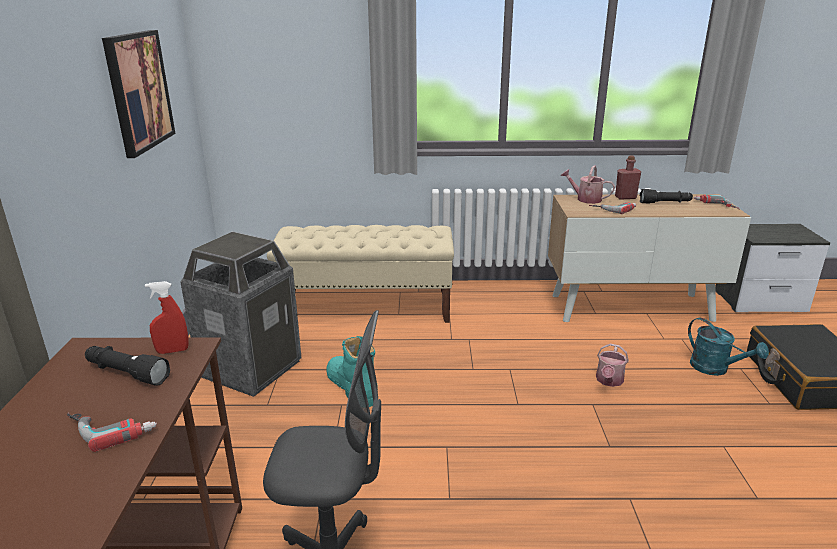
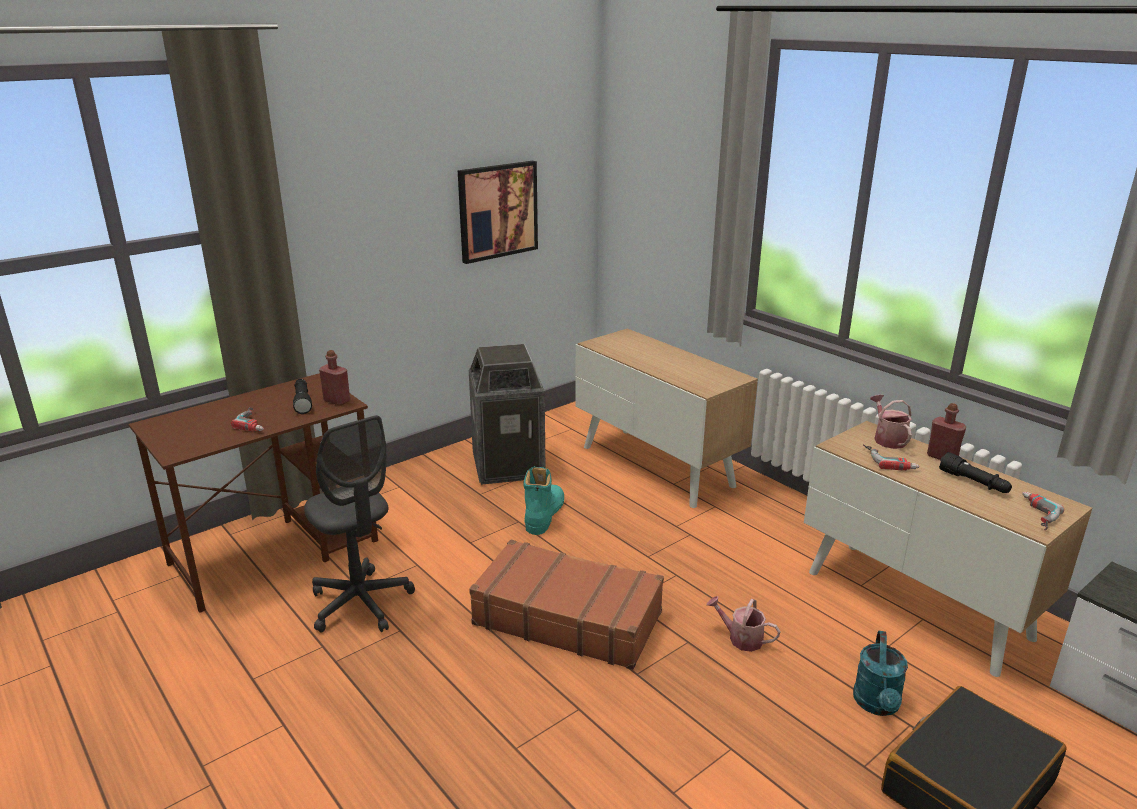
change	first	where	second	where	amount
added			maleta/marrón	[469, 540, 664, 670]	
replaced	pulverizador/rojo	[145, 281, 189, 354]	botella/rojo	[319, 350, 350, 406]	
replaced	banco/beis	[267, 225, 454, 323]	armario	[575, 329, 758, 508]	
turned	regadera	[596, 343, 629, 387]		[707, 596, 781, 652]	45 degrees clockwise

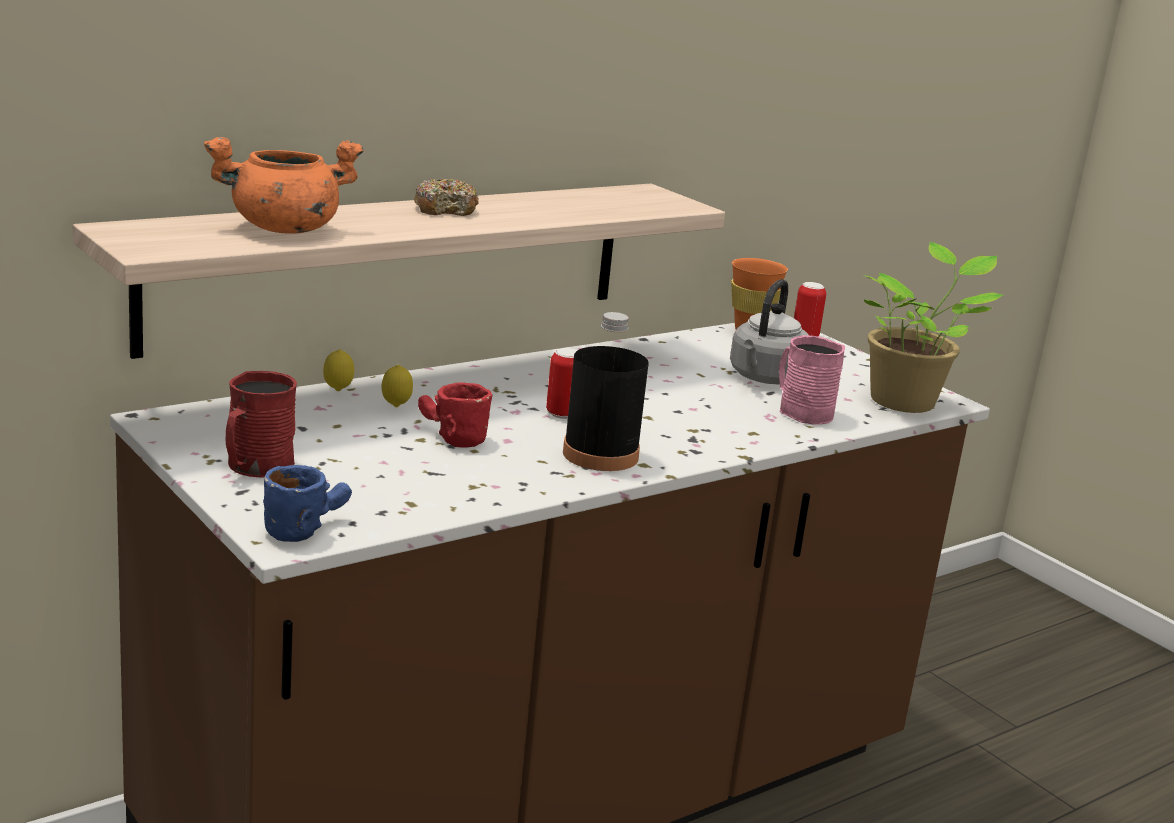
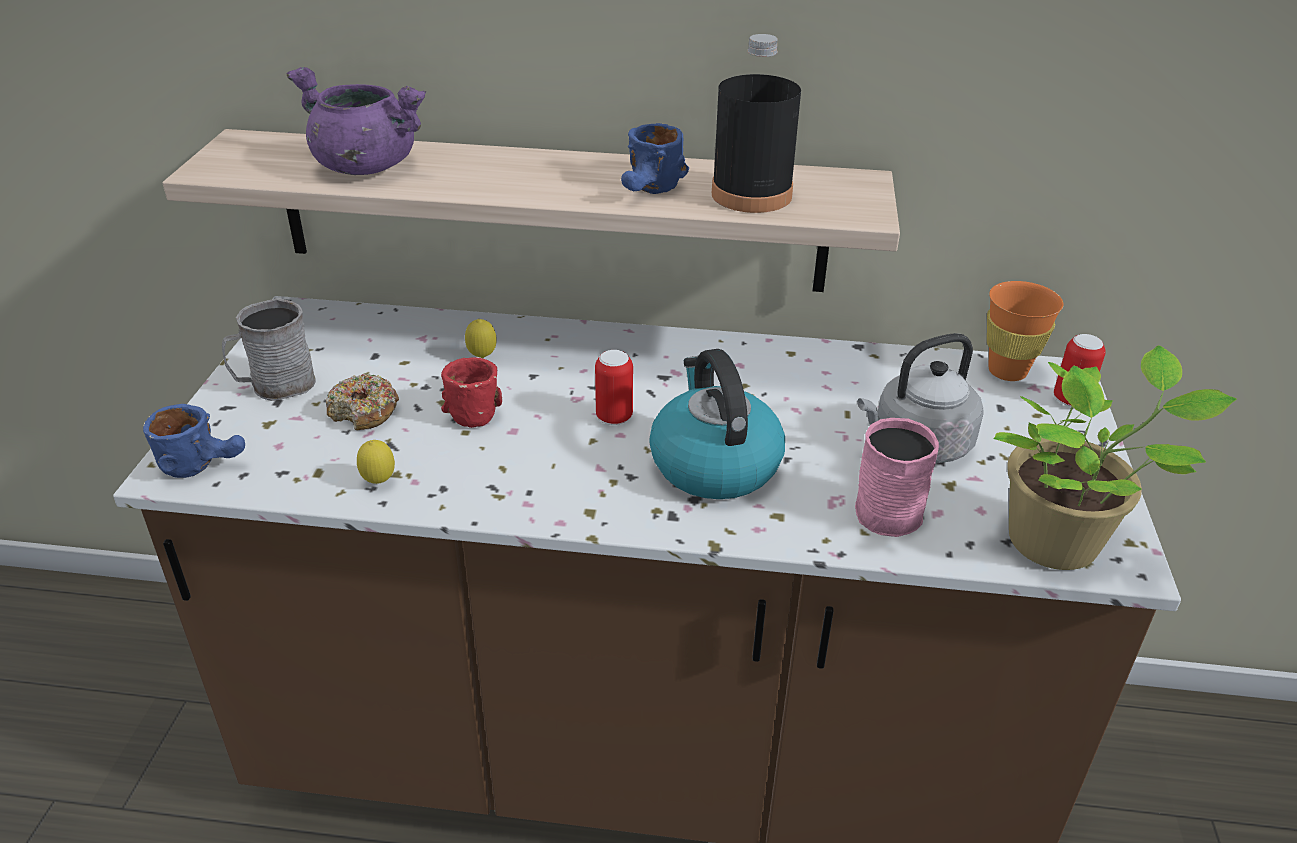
change	first	where	second	where	amount
added			taza grande/azul	[621, 123, 689, 194]	
added			hervidor	[649, 349, 785, 499]	
moved	limón	[323, 349, 354, 391]		[357, 440, 395, 484]	
moved	rosquilla	[414, 178, 479, 216]		[325, 374, 399, 430]	
moved	botella/negro	[563, 312, 649, 471]		[712, 34, 801, 213]	
recoloured	olla/naranja	[204, 137, 364, 233]	olla/morado	[287, 67, 427, 175]	
recoloured	taza grande/rojo	[226, 371, 297, 478]	taza grande/gris	[222, 298, 316, 401]	

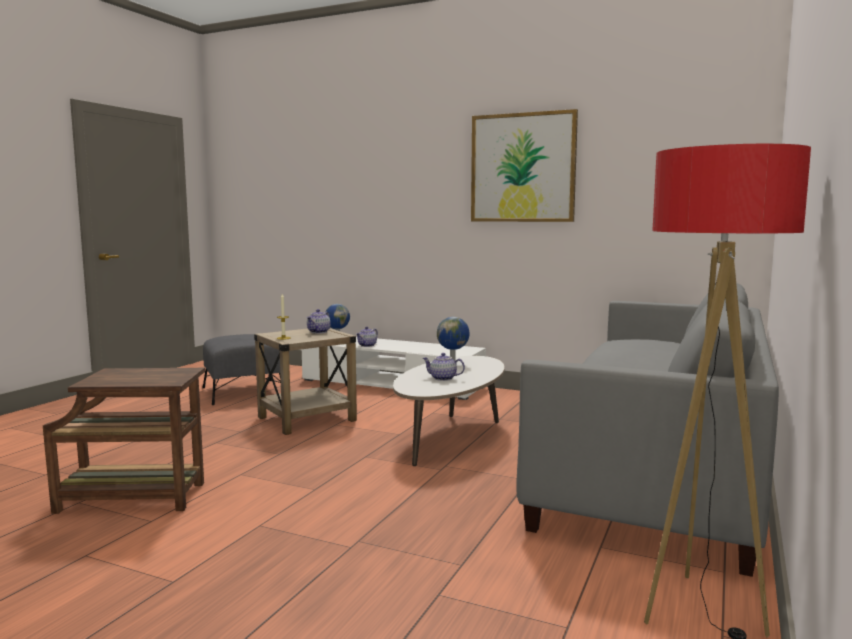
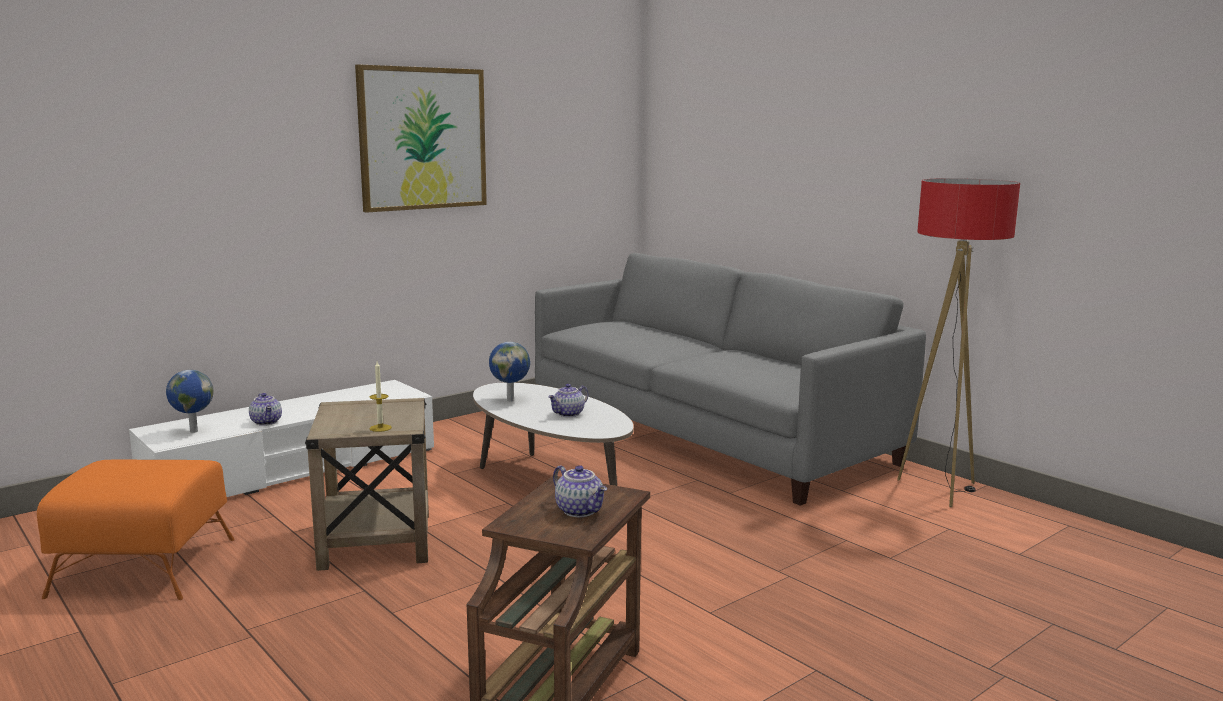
change	first	where	second	where	amount
moved	tetera	[307, 309, 331, 334]		[553, 465, 607, 517]	
recoloured	puf/gris	[202, 334, 281, 405]	puf/naranja	[37, 460, 235, 600]	

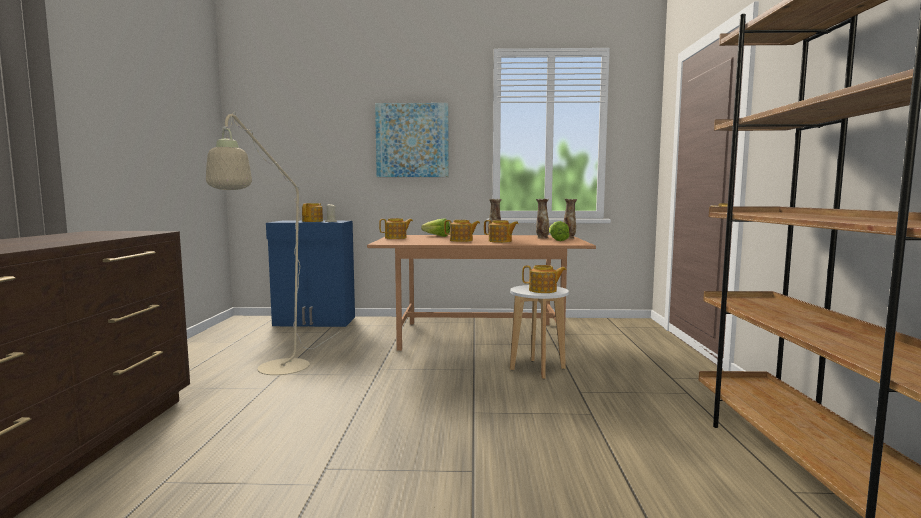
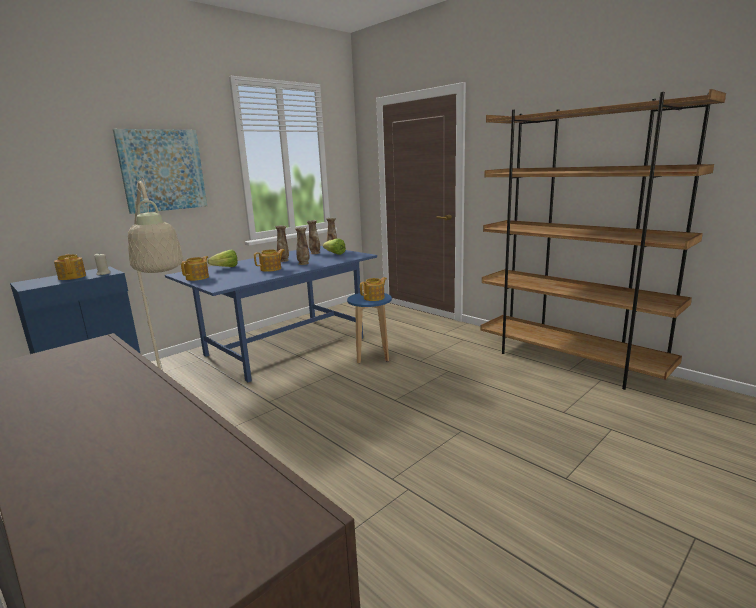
change	first	where	second	where	amount
replaced	tetera	[484, 220, 519, 243]	florero	[295, 227, 309, 265]	
recoloured	mesa de comedor/marrón	[367, 235, 596, 351]	mesa de comedor/azul	[165, 246, 377, 382]	
recoloured	taburete/blanco	[510, 285, 569, 379]	taburete/azul	[347, 293, 392, 364]	

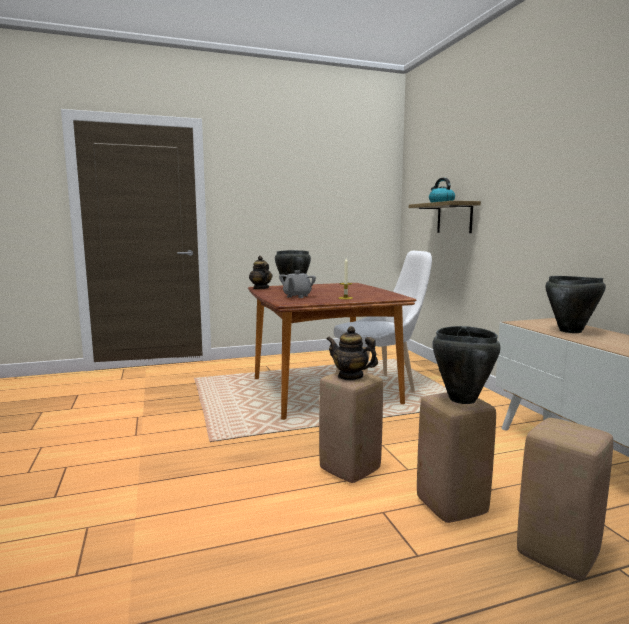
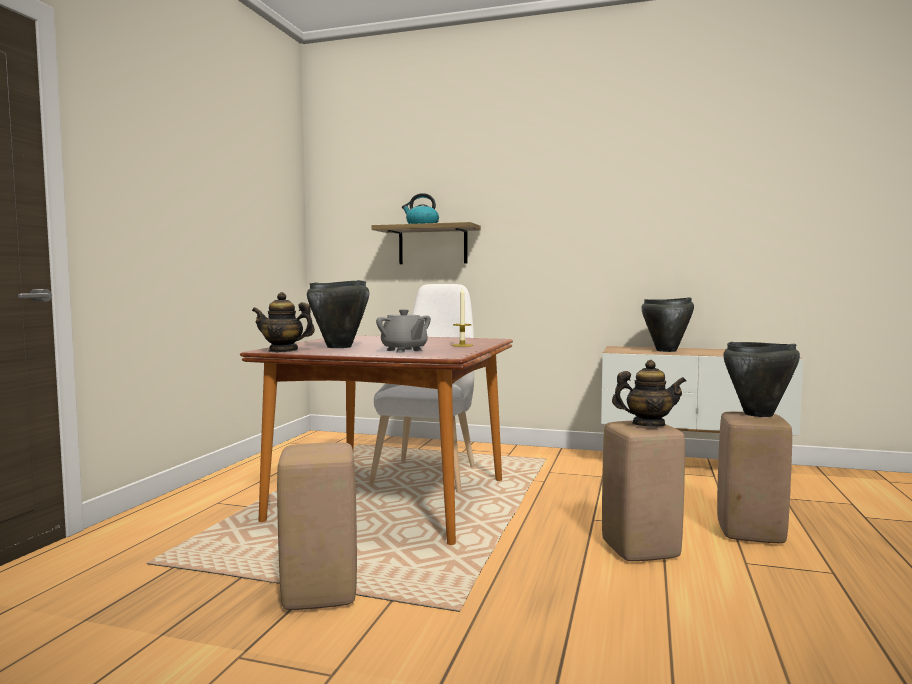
change	first	where	second	where	amount
moved	taburete/beis	[517, 418, 613, 581]		[277, 442, 357, 610]	
turned	tetera	[327, 326, 378, 380]		[612, 360, 686, 427]	150 degrees counterclockwise

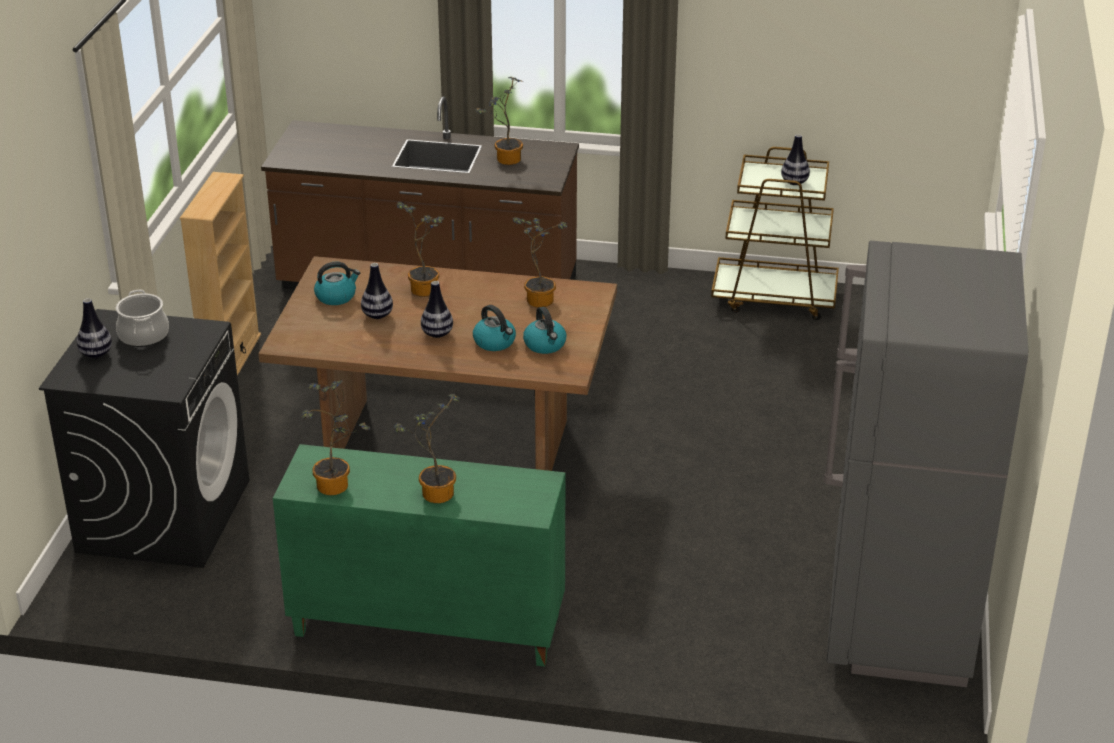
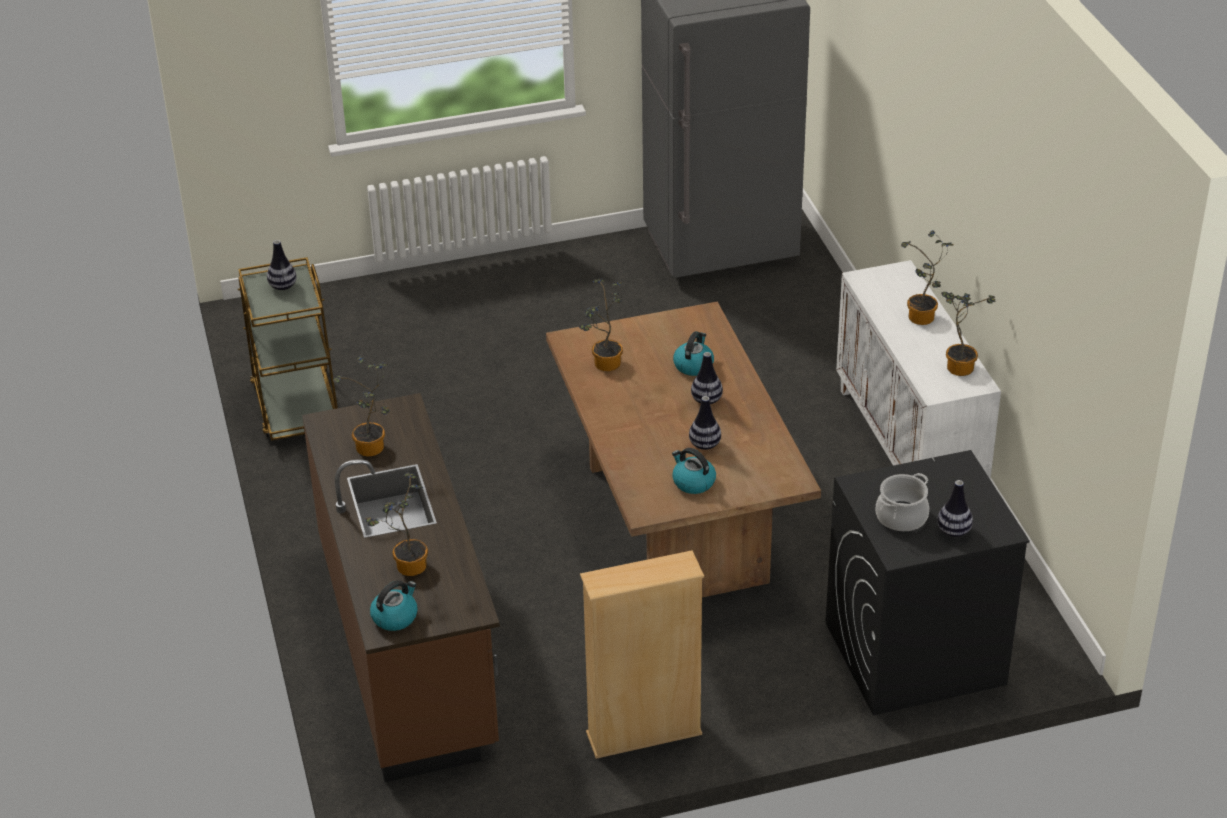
change	first	where	second	where	amount
moved	planta en maceta	[397, 202, 444, 297]		[365, 473, 428, 576]	
moved	hervidor	[523, 307, 566, 354]		[370, 580, 418, 631]	
recoloured	armario/verde	[273, 444, 565, 667]	armario/blanco	[836, 260, 1001, 479]	

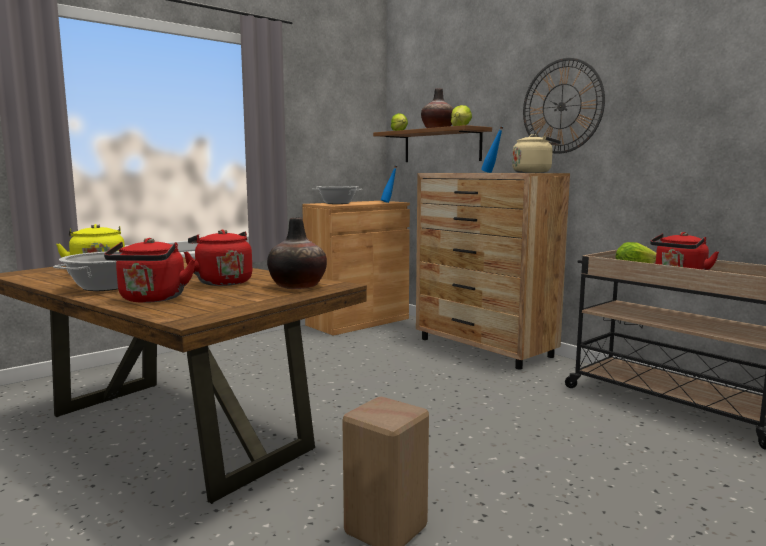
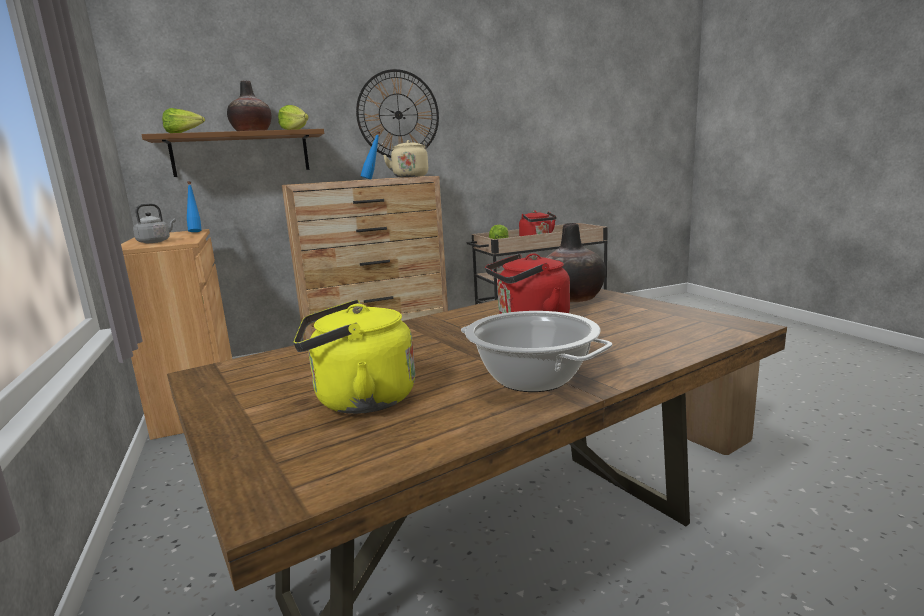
change	first	where	second	where	amount
removed	hervidor/rojo	[104, 238, 196, 303]			
replaced	olla	[312, 186, 363, 204]	hervidor/gris	[133, 204, 176, 243]	

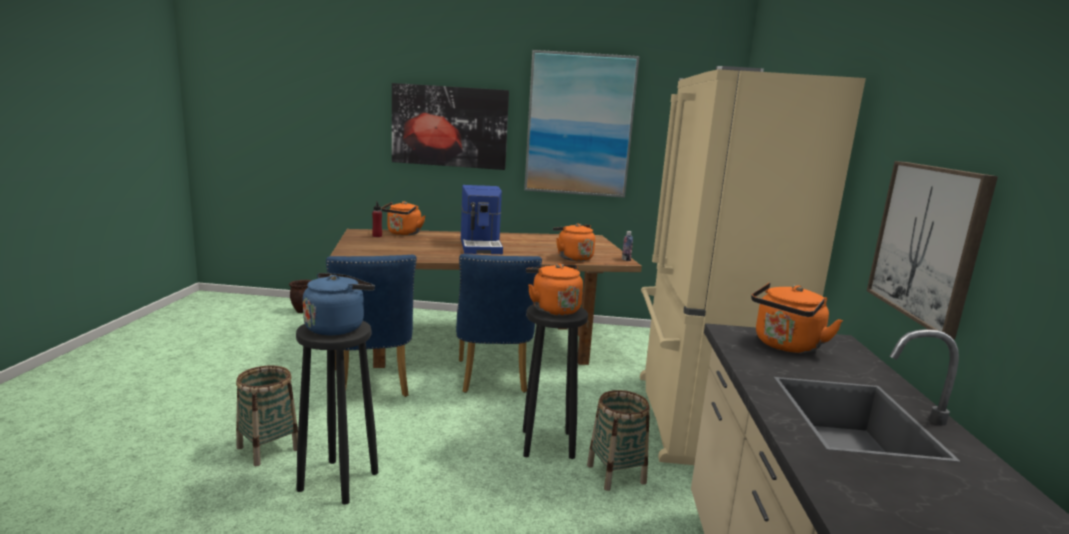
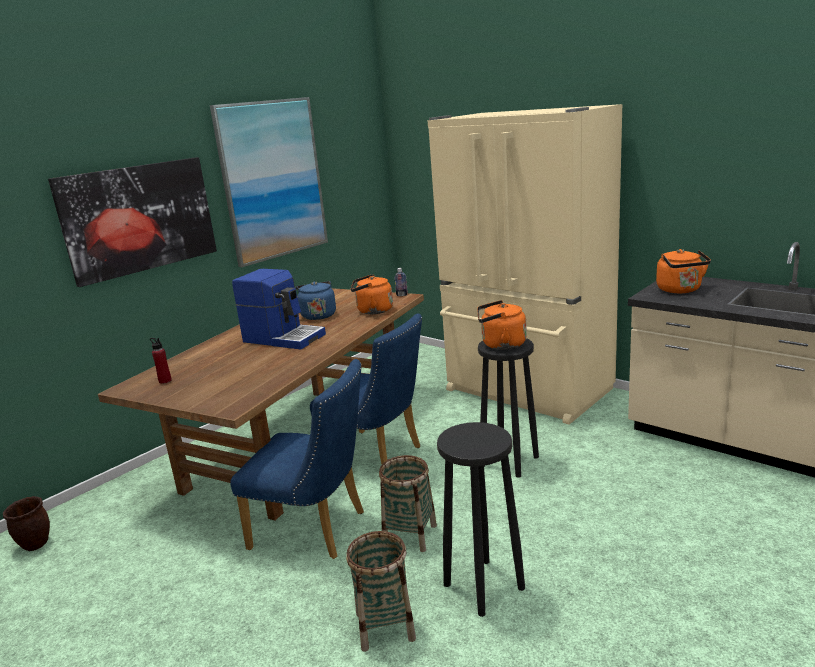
change	first	where	second	where	amount
removed	hervidor/naranja	[381, 201, 425, 235]			
removed	cuadro	[867, 161, 998, 339]			
moved	hervidor/azul	[303, 273, 375, 335]		[296, 281, 336, 320]	
moved	cesta	[587, 390, 650, 491]		[379, 455, 437, 552]	

